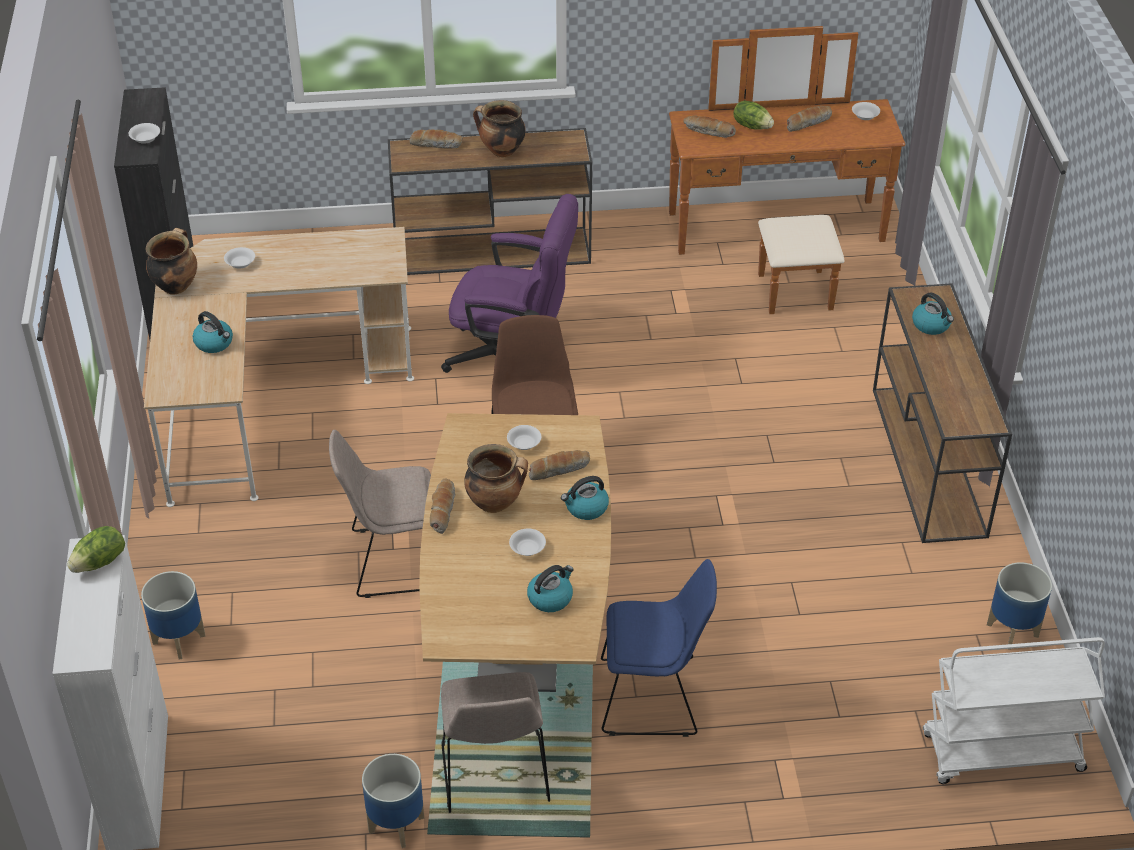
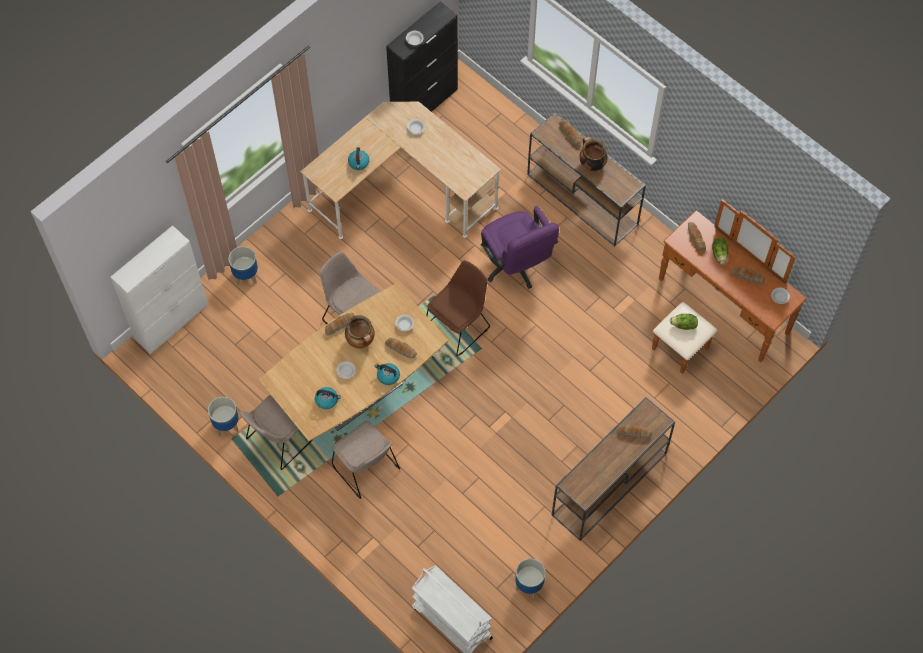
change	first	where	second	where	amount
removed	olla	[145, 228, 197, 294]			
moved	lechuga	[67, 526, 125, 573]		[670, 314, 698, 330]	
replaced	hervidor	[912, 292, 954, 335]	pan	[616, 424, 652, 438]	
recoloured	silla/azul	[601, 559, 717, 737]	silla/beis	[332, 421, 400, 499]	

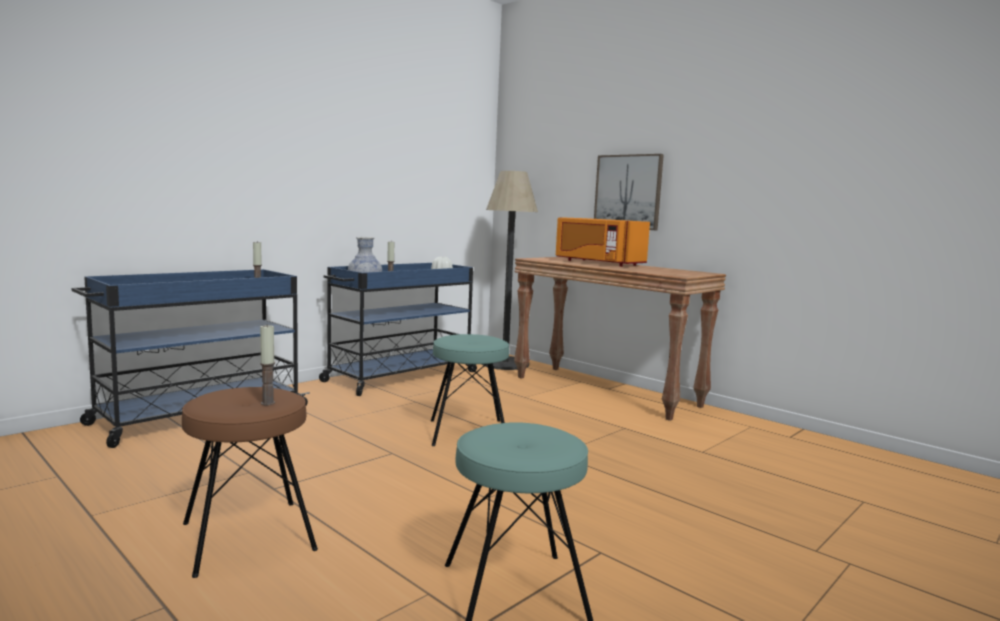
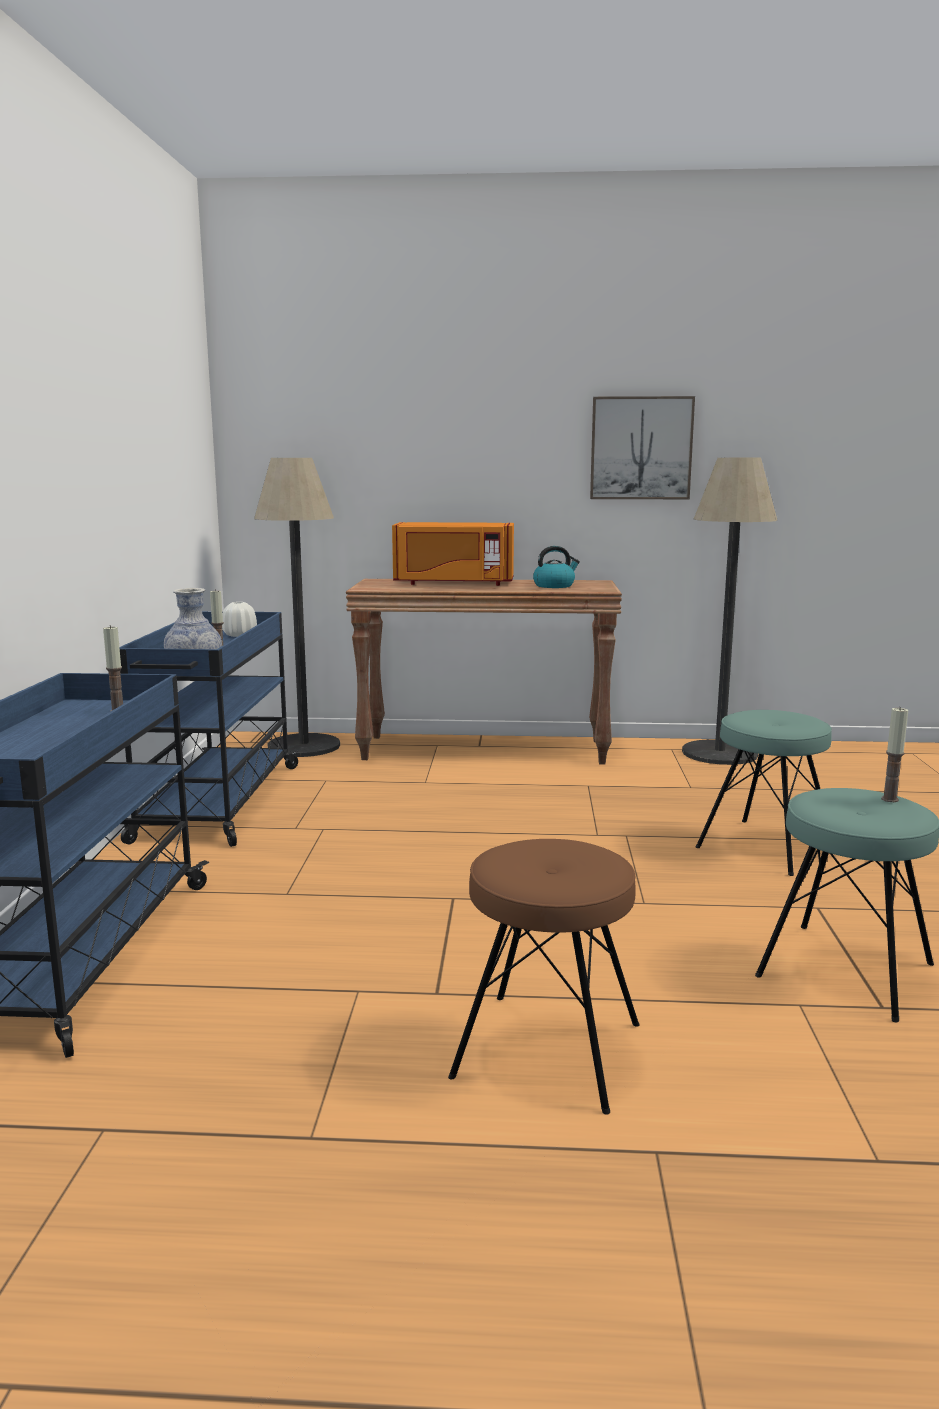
change	first	where	second	where	amount
added			hervidor	[533, 546, 580, 588]	
added			lámpara de pie	[682, 458, 777, 765]	
moved	vela	[260, 324, 275, 405]		[881, 707, 908, 802]	
moved	taburete/turquesa	[431, 334, 509, 446]		[696, 710, 832, 876]	
moved	cuadro	[594, 154, 664, 230]		[590, 396, 695, 499]	

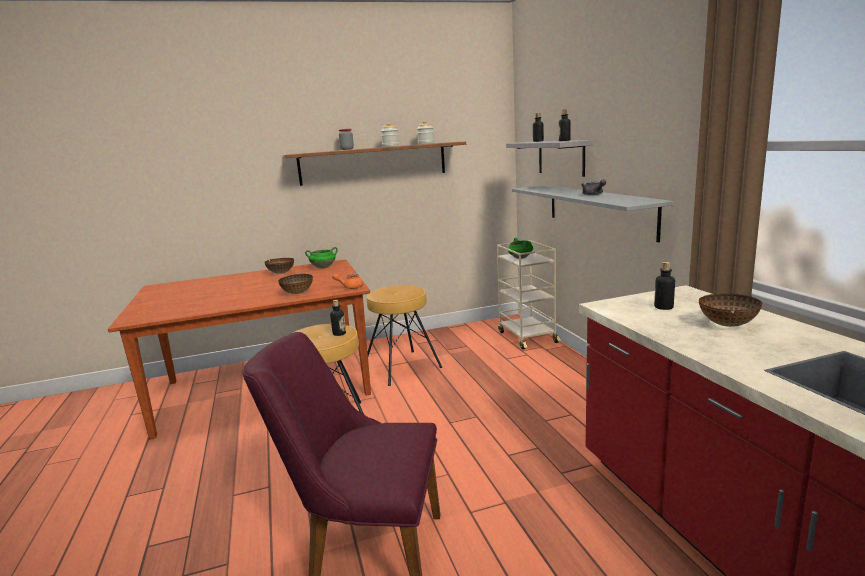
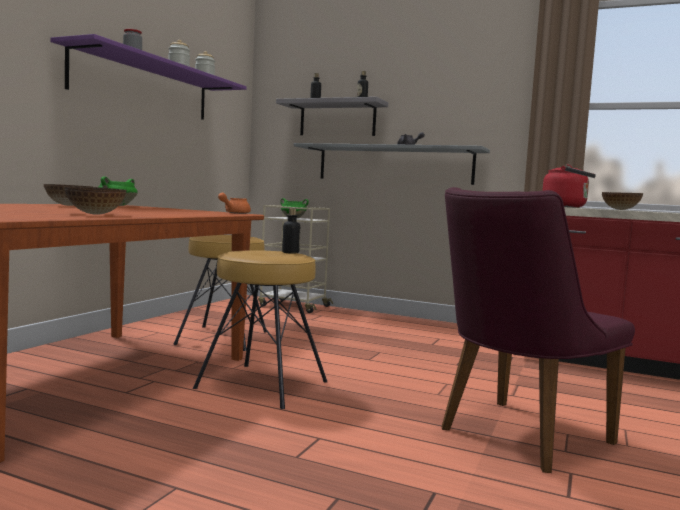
change	first	where	second	where	amount
moved	cuenco	[278, 274, 313, 294]		[65, 186, 126, 215]	
replaced	botella	[654, 262, 675, 310]	hervidor/rojo	[542, 164, 596, 207]	
recoloured	estante/marrón	[284, 142, 466, 186]	estante/morado	[50, 34, 247, 120]	

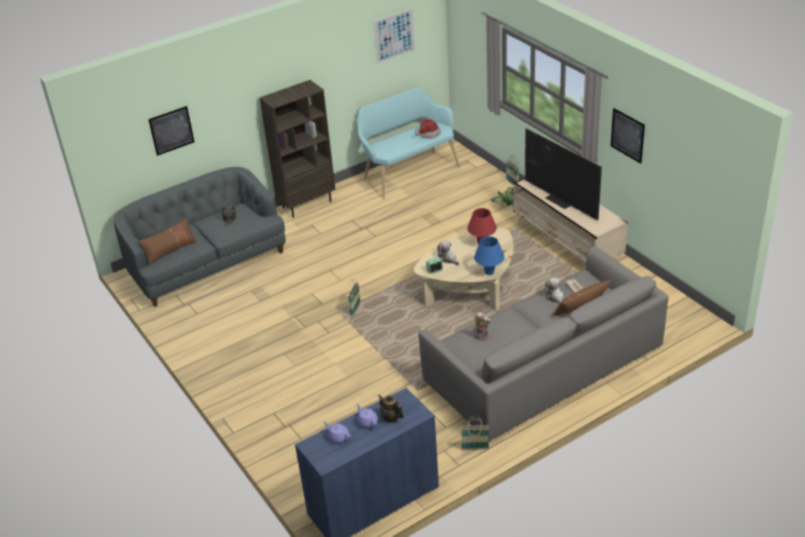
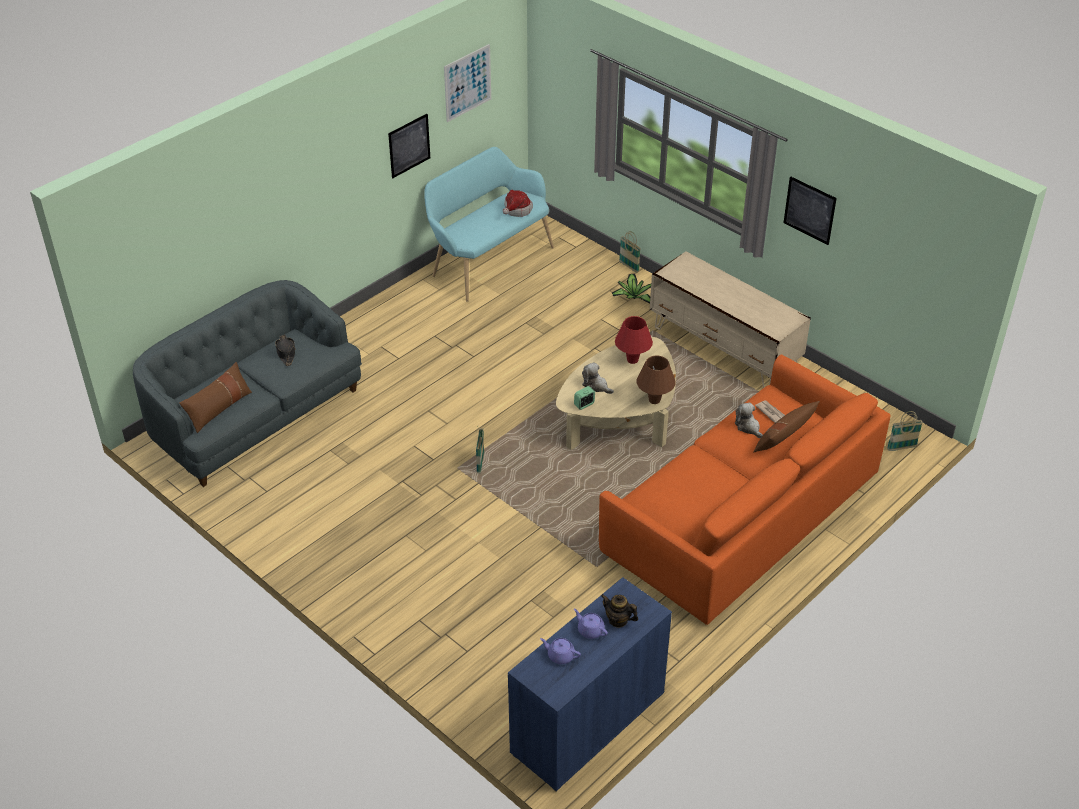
change	first	where	second	where	amount
removed	estantería/marrón	[260, 80, 335, 218]			
removed	peluche	[473, 312, 491, 341]			
removed	televisor	[525, 128, 602, 220]			
moved	cuadro	[148, 106, 194, 156]		[388, 114, 430, 178]	
moved	cesta	[461, 416, 489, 450]		[887, 411, 923, 451]	
recoloured	sofá/gris	[418, 246, 668, 441]	sofá/naranja	[599, 354, 890, 625]	
recoloured	lámpara de mesa/azul	[474, 236, 505, 275]	lámpara de mesa/marrón	[636, 356, 676, 404]	

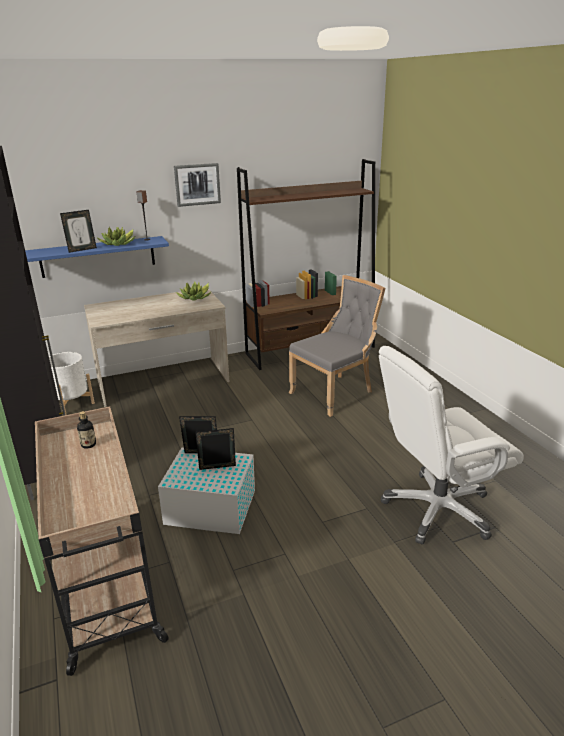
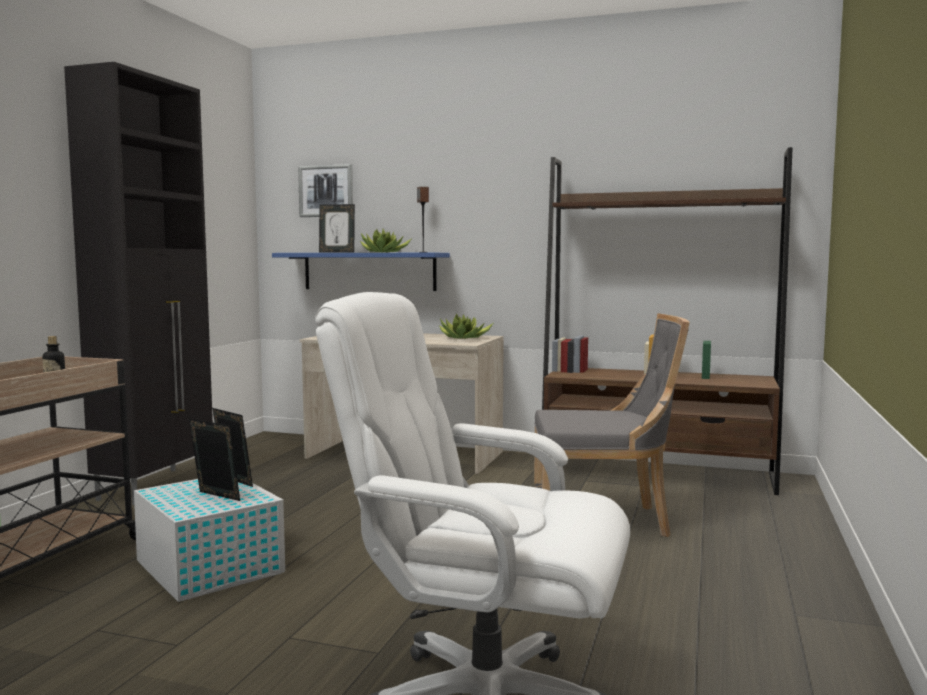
change	first	where	second	where	amount
removed	maceta/blanco	[49, 352, 95, 416]			
moved	cuadro	[174, 163, 221, 207]		[298, 164, 353, 217]	

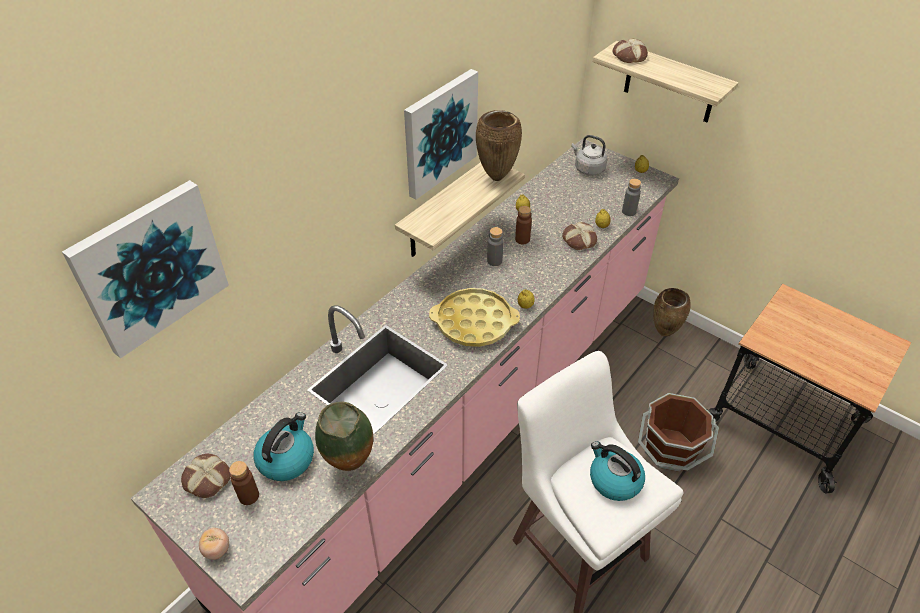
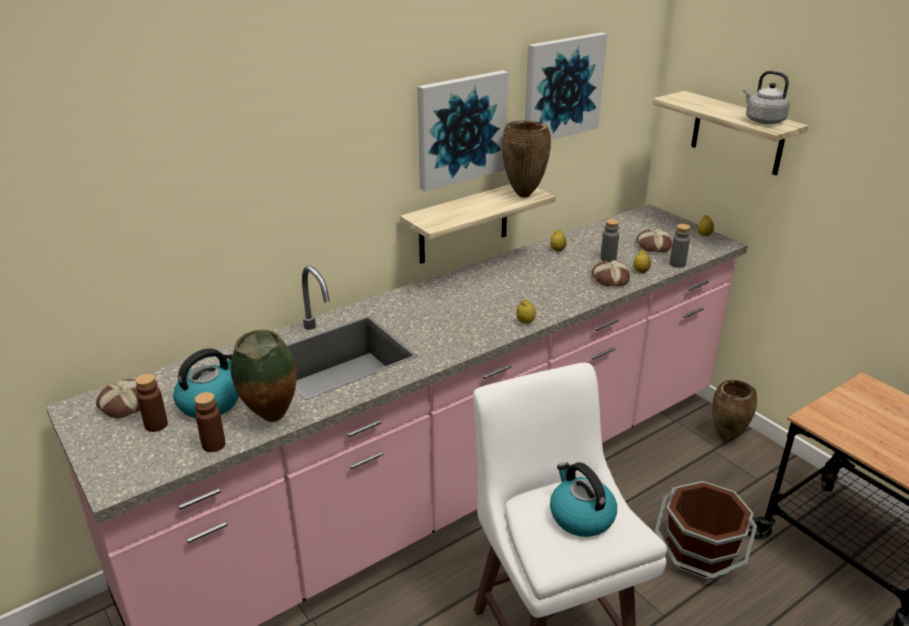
change	first	where	second	where	amount
removed	tomate	[199, 528, 229, 560]			
removed	bandeja/amarillo	[429, 288, 520, 347]			
moved	cuadro	[62, 180, 229, 358]		[525, 33, 607, 140]	
moved	botella/gris	[487, 227, 503, 266]		[600, 219, 619, 262]	
moved	botella/marrón	[515, 206, 532, 244]		[194, 392, 226, 452]	
moved	hervidor/gris	[571, 135, 607, 176]		[743, 71, 790, 124]	
moved	pan	[613, 38, 648, 63]		[636, 229, 672, 252]	

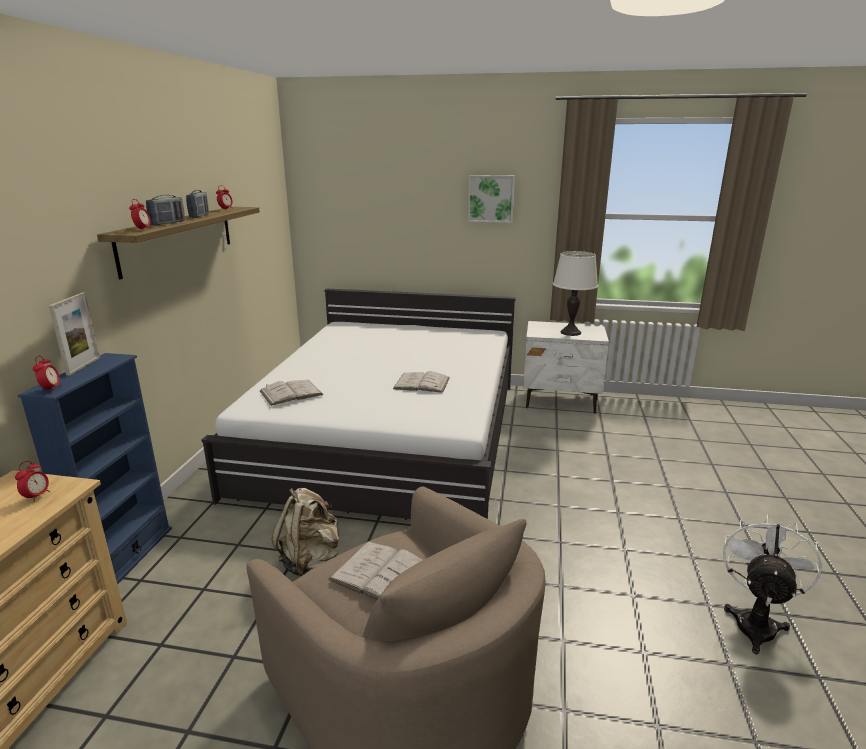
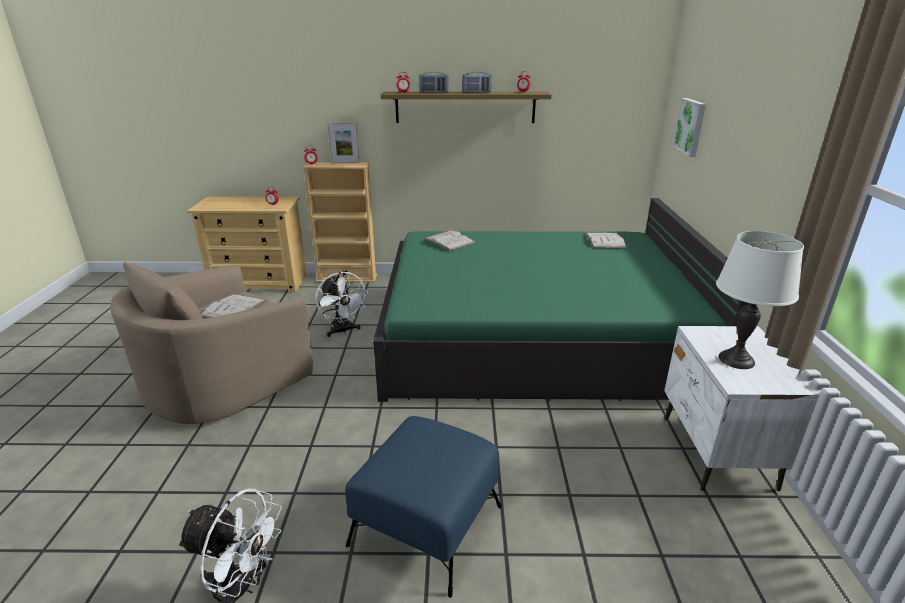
change	first	where	second	where	amount
added			puf/azul	[345, 416, 502, 598]	
moved	libro/blanco	[393, 371, 450, 393]		[586, 233, 627, 248]	
moved	cuadro	[468, 175, 515, 223]		[672, 98, 706, 157]	
replaced	mochila/beis	[272, 488, 340, 577]	ventilador/blanco	[315, 272, 369, 337]	
recoloured	estantería/azul	[18, 353, 172, 585]	estantería/beis	[302, 162, 377, 283]	
recoloured	cama/blanco	[202, 289, 516, 520]	cama/verde	[373, 198, 747, 402]	

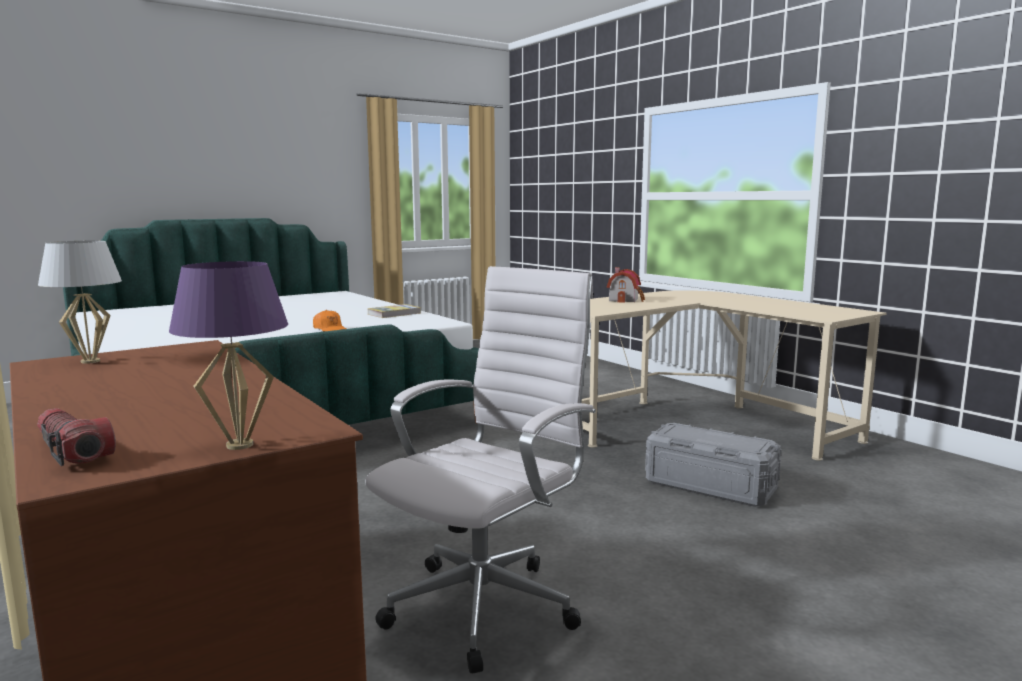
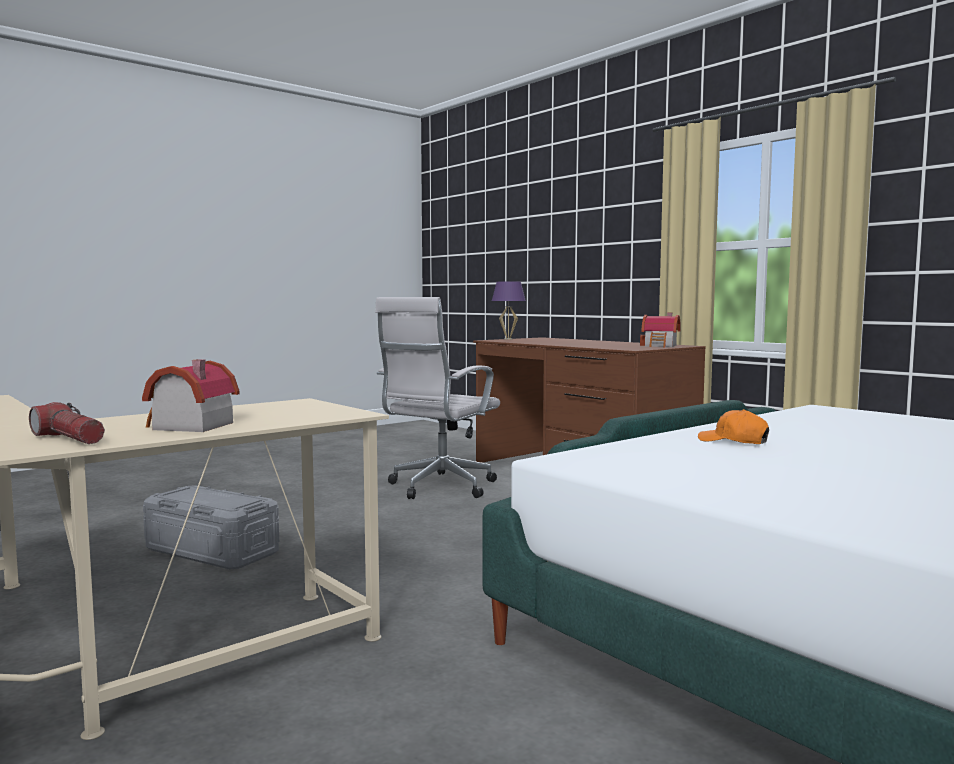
change	first	where	second	where	amount
removed	libro	[368, 304, 421, 318]			
moved	linterna	[37, 408, 116, 466]		[29, 402, 105, 444]	
replaced	lámpara de mesa/blanco	[38, 241, 122, 364]	casita	[640, 312, 681, 347]	

